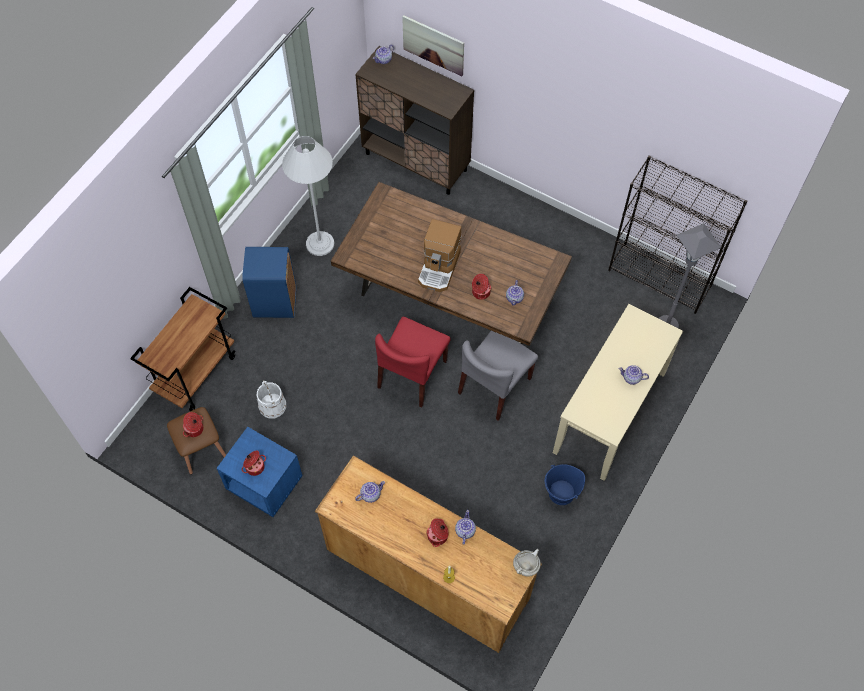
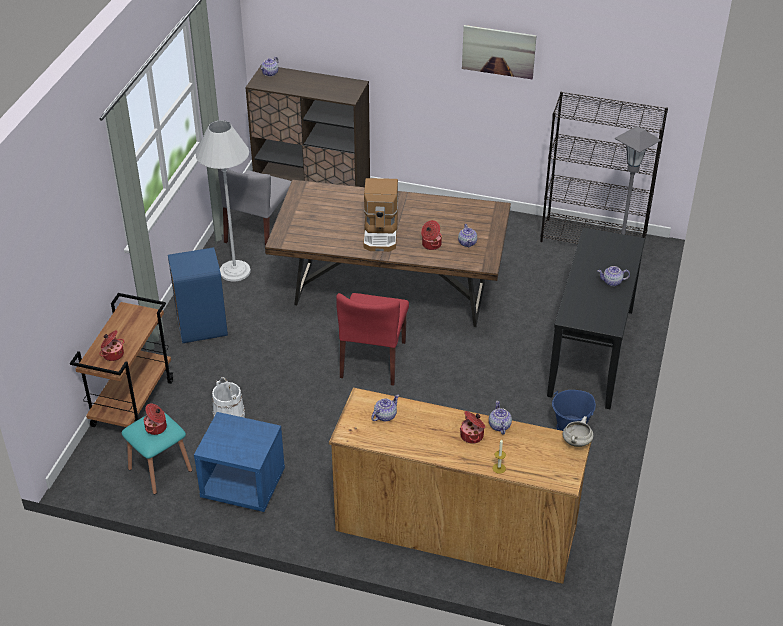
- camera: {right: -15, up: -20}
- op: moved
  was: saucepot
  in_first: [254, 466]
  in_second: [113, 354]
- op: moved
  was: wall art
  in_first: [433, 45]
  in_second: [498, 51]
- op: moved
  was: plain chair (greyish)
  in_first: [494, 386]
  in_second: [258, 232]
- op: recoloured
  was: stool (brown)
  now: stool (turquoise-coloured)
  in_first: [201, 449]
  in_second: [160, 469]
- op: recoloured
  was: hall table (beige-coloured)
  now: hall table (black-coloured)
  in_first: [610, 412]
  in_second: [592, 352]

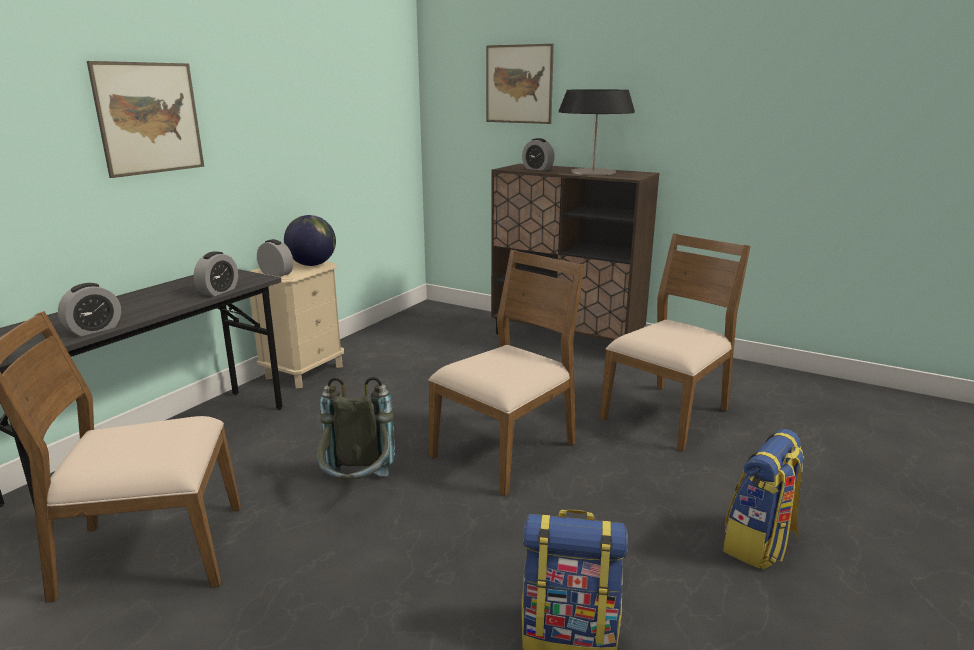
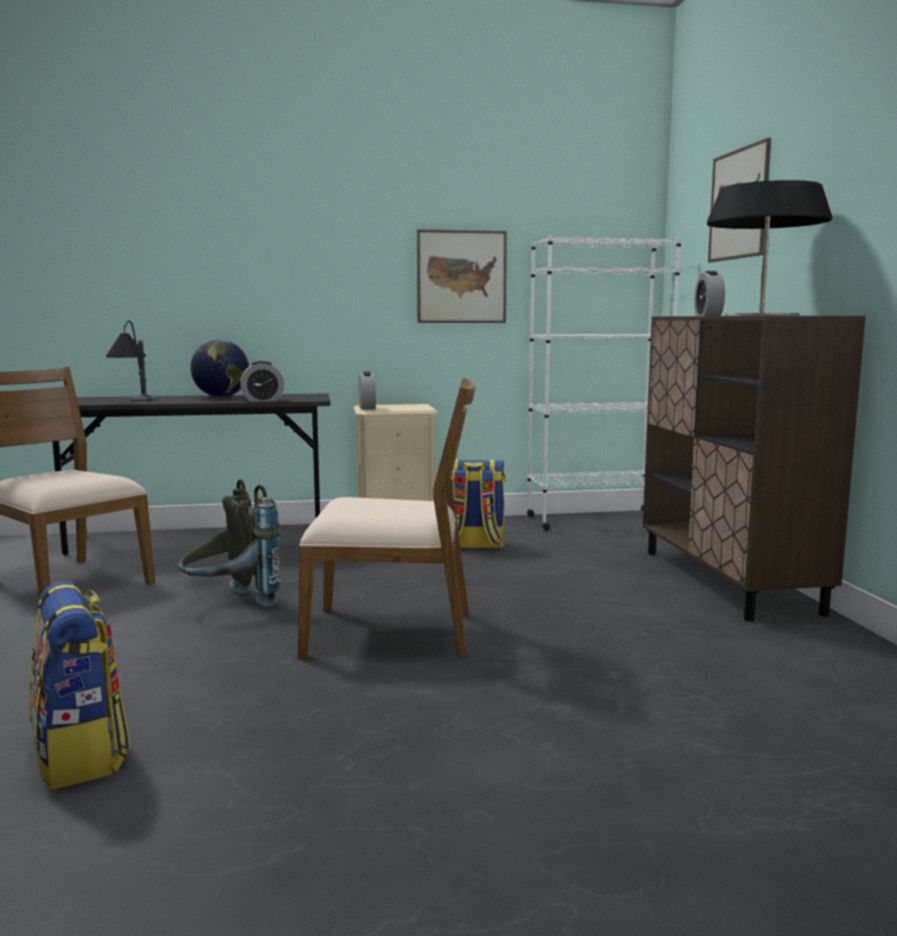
- camera: {right: 50, up: -10}
- op: removed
  was: plain chair (brown)
  in_first: [668, 414]
- op: added
  now: bookshelf (white-coloured)
  in_second: [595, 520]
- op: moved
  was: wall art
  in_first: [149, 118]
  in_second: [461, 277]
- op: moved
  was: desk globe
  in_first: [312, 265]
  in_second: [221, 397]
- op: moved
  was: knapsack
  in_first: [759, 544]
  in_second: [472, 545]
- op: replaced
  was: alarm clock
  now: lamp for a table
  in_first: [94, 329]
  in_second: [135, 402]

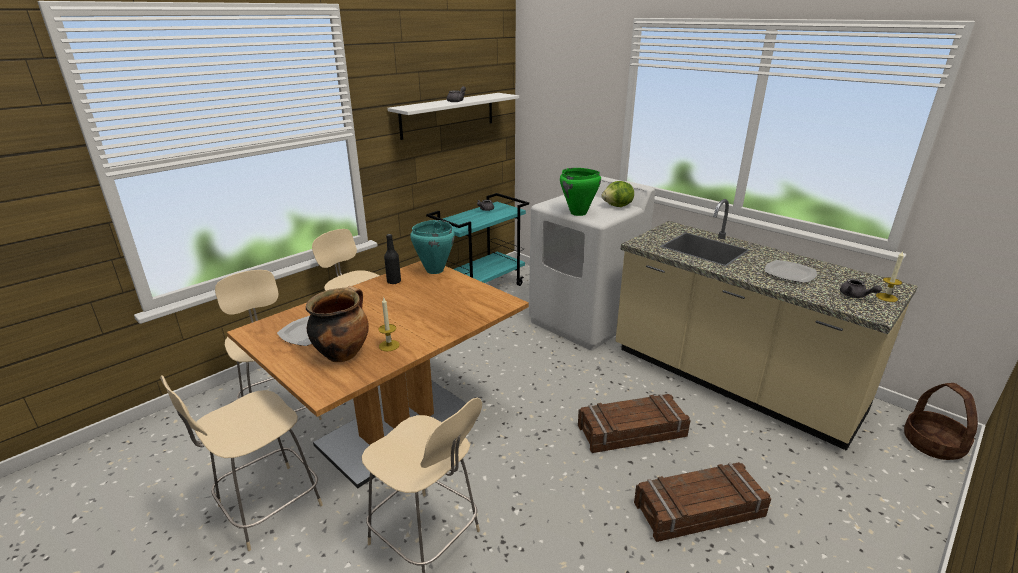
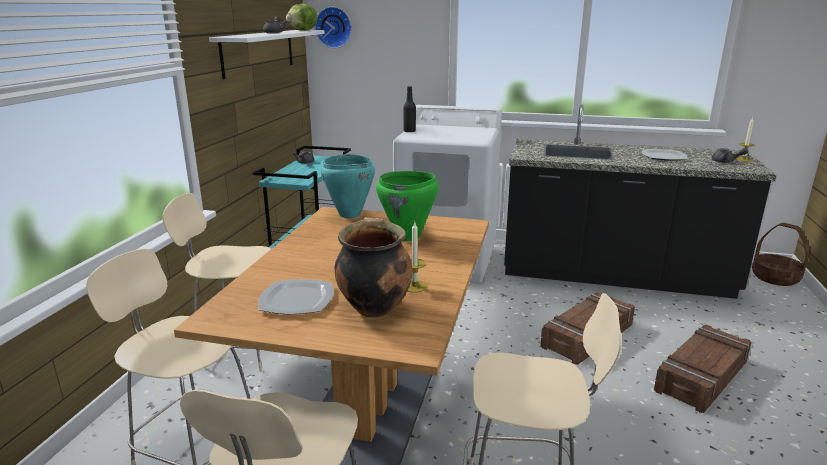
- camera: {right: -30, up: -5}
- op: added
  now: wall clock
  in_second: [334, 27]
- op: moved
  was: bottle (black-coloured)
  in_first: [394, 281]
  in_second: [409, 131]
- op: moved
  was: saucepot (green)
  in_first: [578, 213]
  in_second: [408, 237]
- op: moved
  was: head of lettuce
  in_first: [617, 206]
  in_second: [303, 30]
- op: recoloured
  was: counter (beige-coloured)
  now: counter (black-coloured)
  in_first: [731, 381]
  in_second: [614, 275]

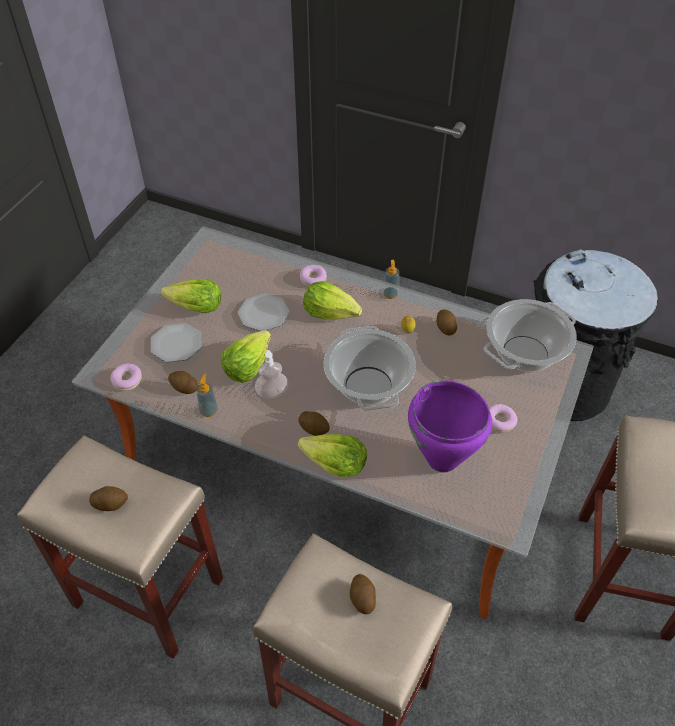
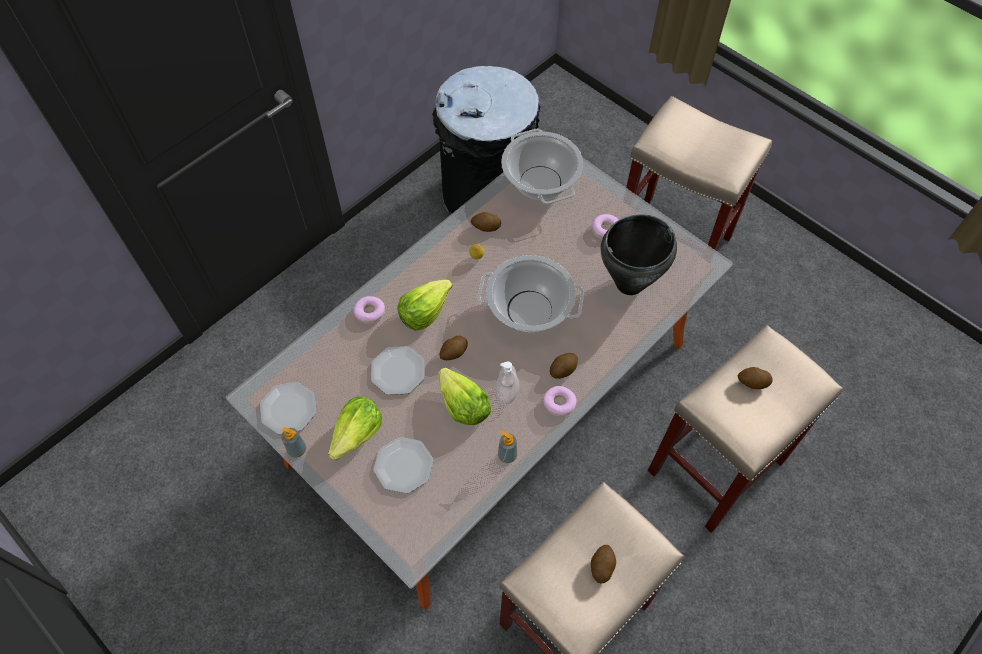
- camera: {right: -70, up: 10}
- op: removed
  was: head of lettuce
  in_first: [334, 465]
- op: added
  now: flat dish
  in_second: [288, 408]
- op: moved
  was: doughnut
  in_first: [127, 380]
  in_second: [559, 403]
- op: moved
  was: whole potato
  in_first: [184, 388]
  in_second: [453, 353]
- op: moved
  was: soap dispenser
  in_first: [390, 294]
  in_second: [297, 449]
- op: recoloured
  was: saucepot (purple)
  now: saucepot (black-coloured)
  in_first: [442, 460]
  in_second: [630, 284]

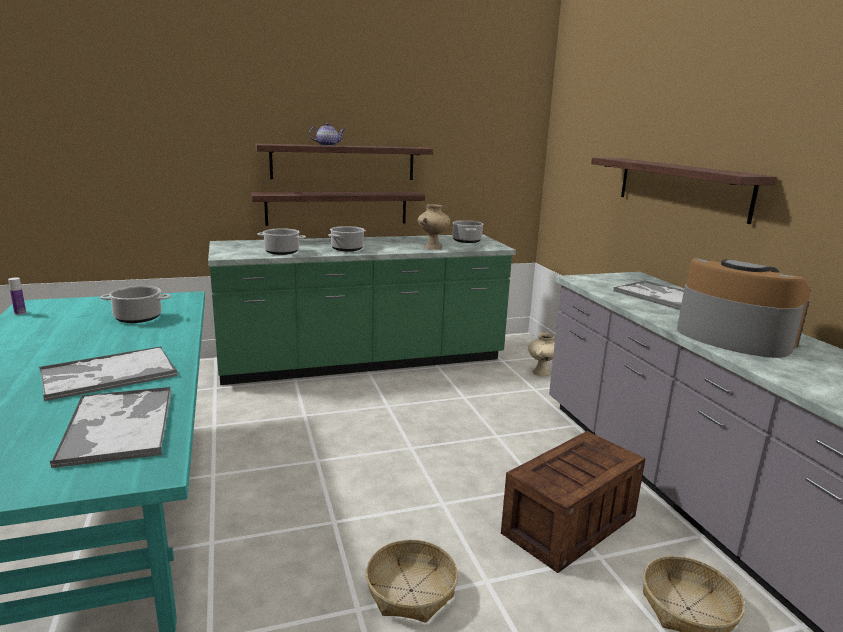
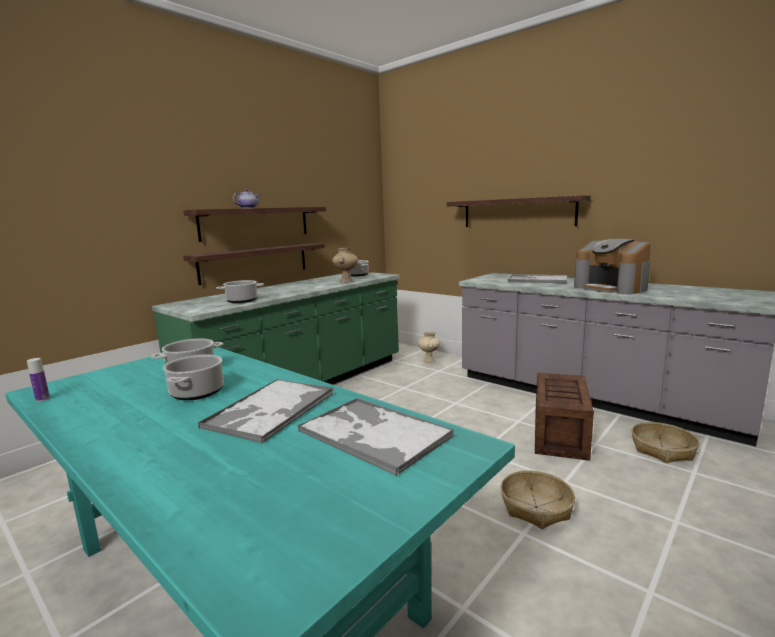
- camera: {right: -30, up: -5}
- op: moved
  was: saucepot
  in_first: [347, 248]
  in_second: [197, 392]
- op: turned
  was: coffee brewer
  in_first: [733, 338]
  in_second: [611, 288]
  clockwise: -135

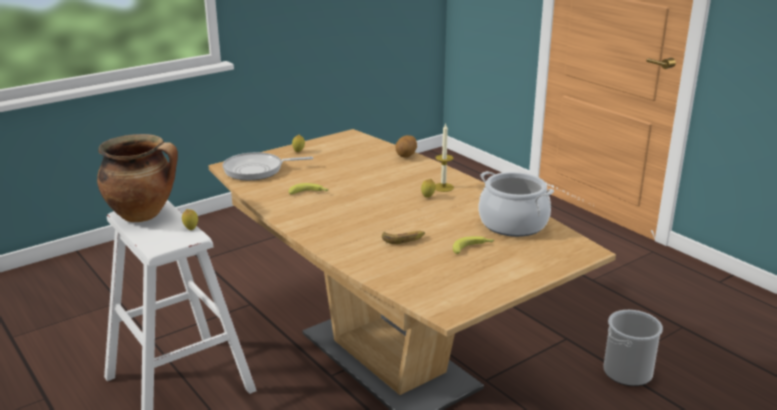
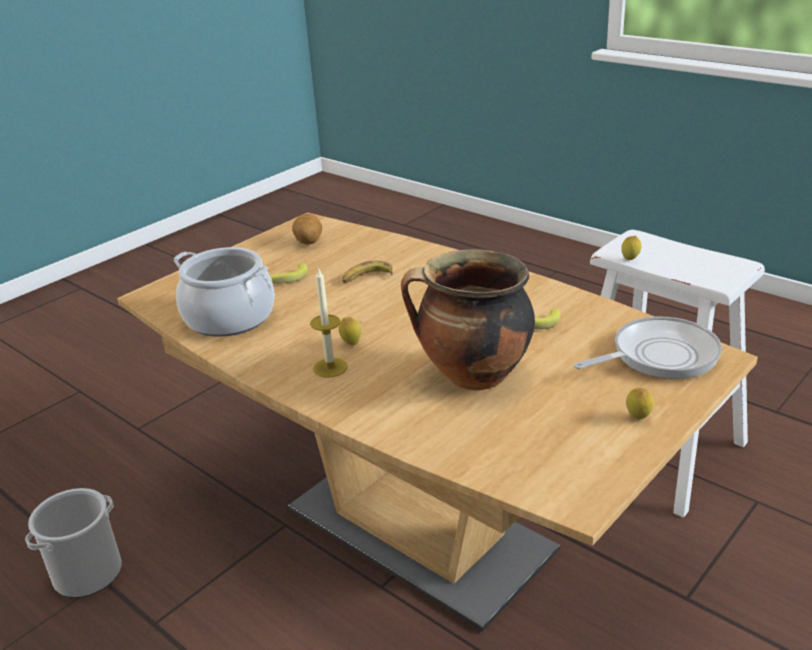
- camera: {right: 170, up: 5}
- op: moved
  was: saucepot
  in_first: [143, 215]
  in_second: [472, 377]
- op: moved
  was: whole potato
  in_first: [406, 155]
  in_second: [308, 242]

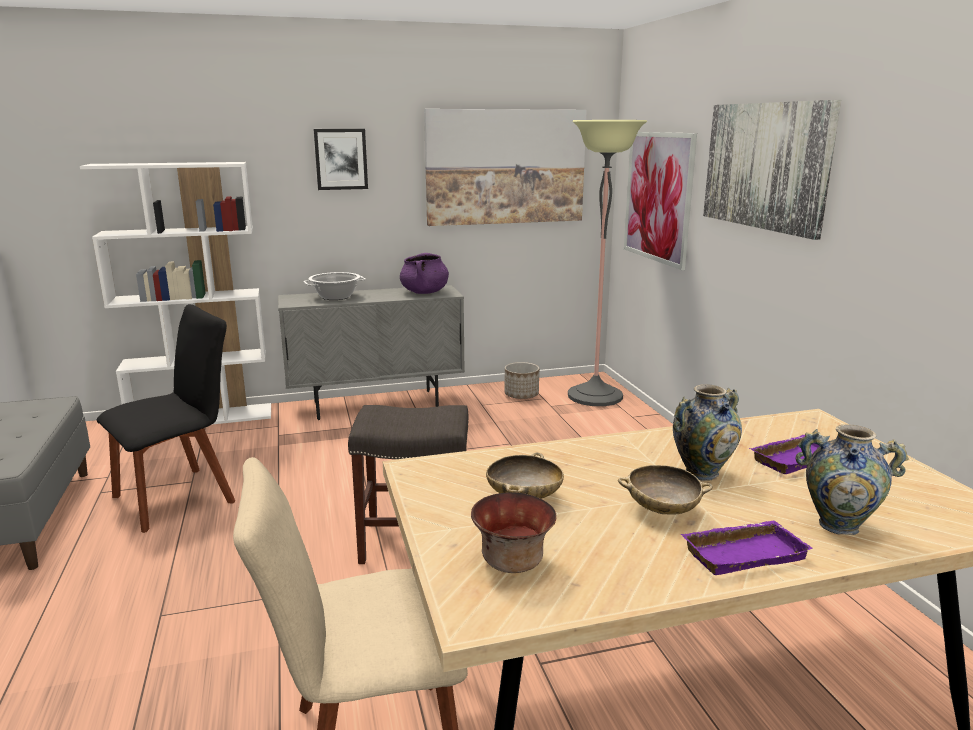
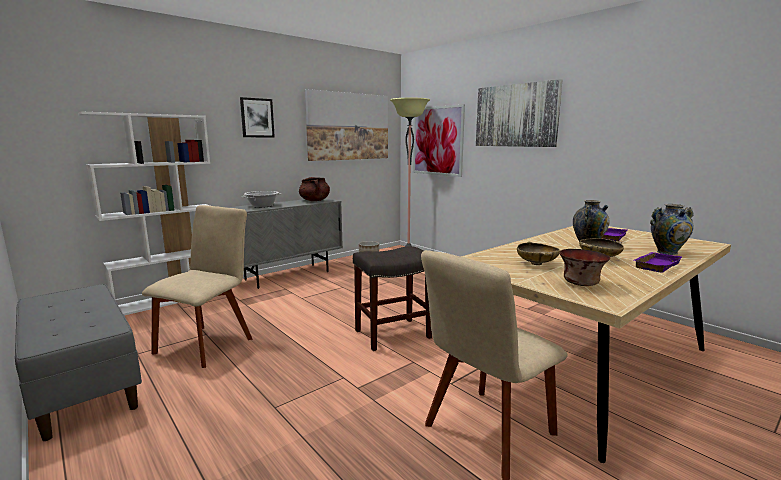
- camera: {right: -25, up: -5}
- op: recoloured
  was: plain chair (black-coloured)
  now: plain chair (beige-coloured)
  in_first: [180, 496]
  in_second: [207, 343]
- op: recoloured
  was: saucepot (purple)
  now: saucepot (brown)
  in_first: [424, 292]
  in_second: [315, 201]

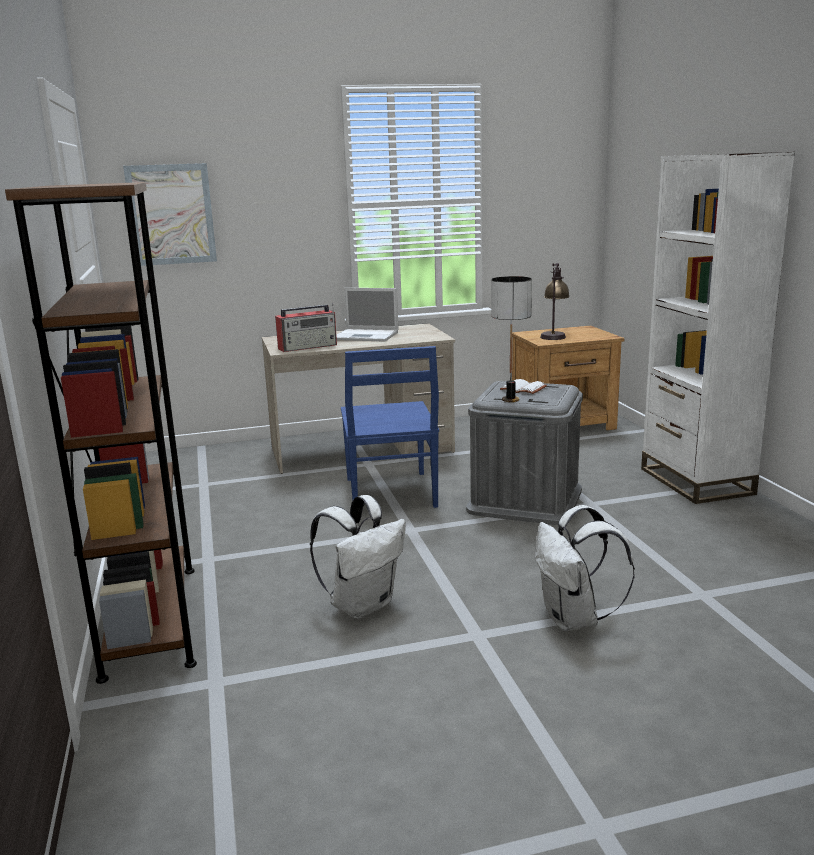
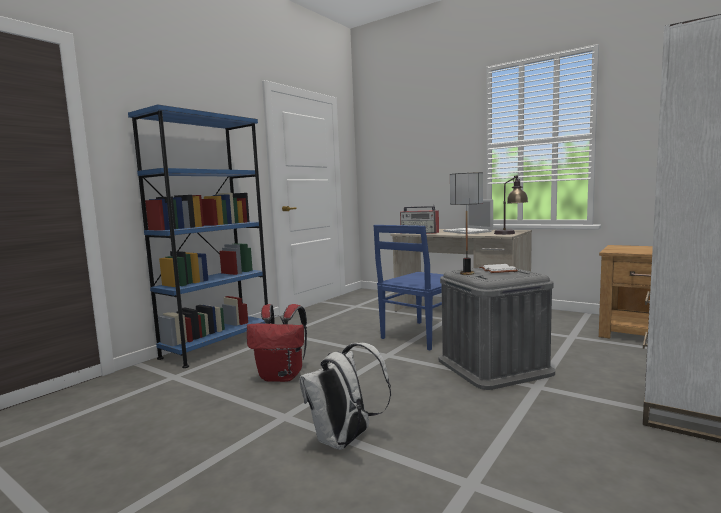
- camera: {right: 50, up: -10}
- op: removed
  was: wall art
  in_first: [171, 214]
- op: moved
  was: lamp for a table
  in_first: [554, 335]
  in_second: [510, 233]
- op: recoloured
  was: bookshelf (brown)
  now: bookshelf (blue)
  in_first: [151, 619]
  in_second: [217, 346]
- op: recoloured
  was: knapsack (white-coloured)
  now: knapsack (reddish)
  in_first: [362, 605]
  in_second: [282, 376]

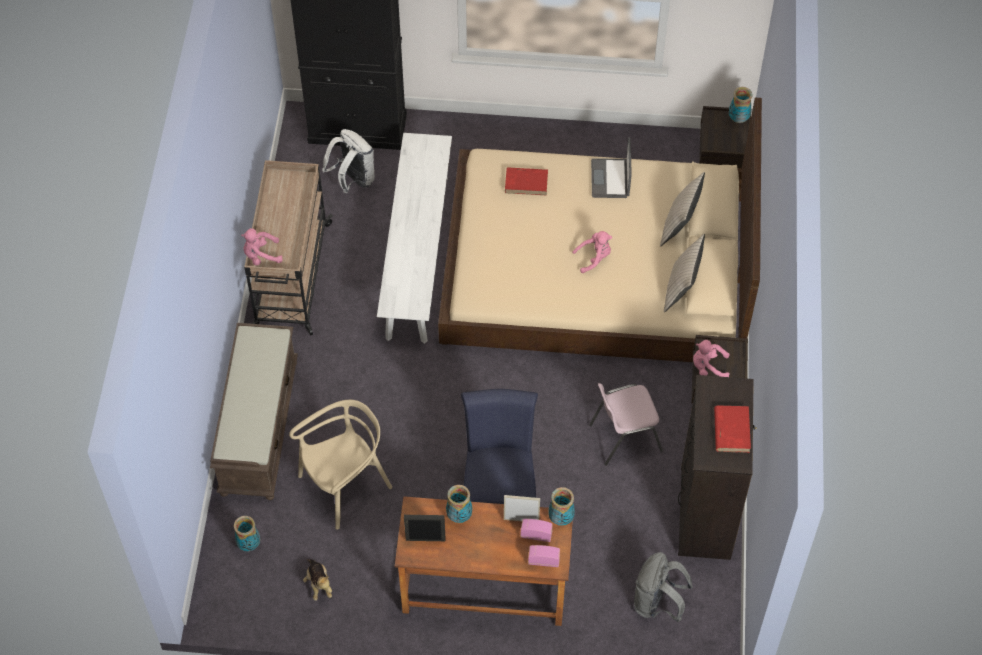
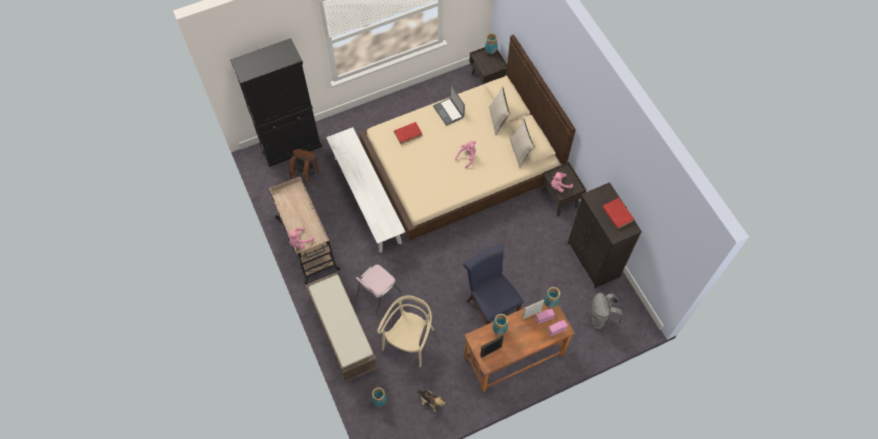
- camera: {right: -30, up: 5}
- op: moved
  was: plain chair (pink-coloured)
  in_first: [624, 437]
  in_second: [378, 294]
- op: recoloured
  was: knapsack (white-coloured)
  now: knapsack (brown)
  in_first: [353, 180]
  in_second: [306, 175]

